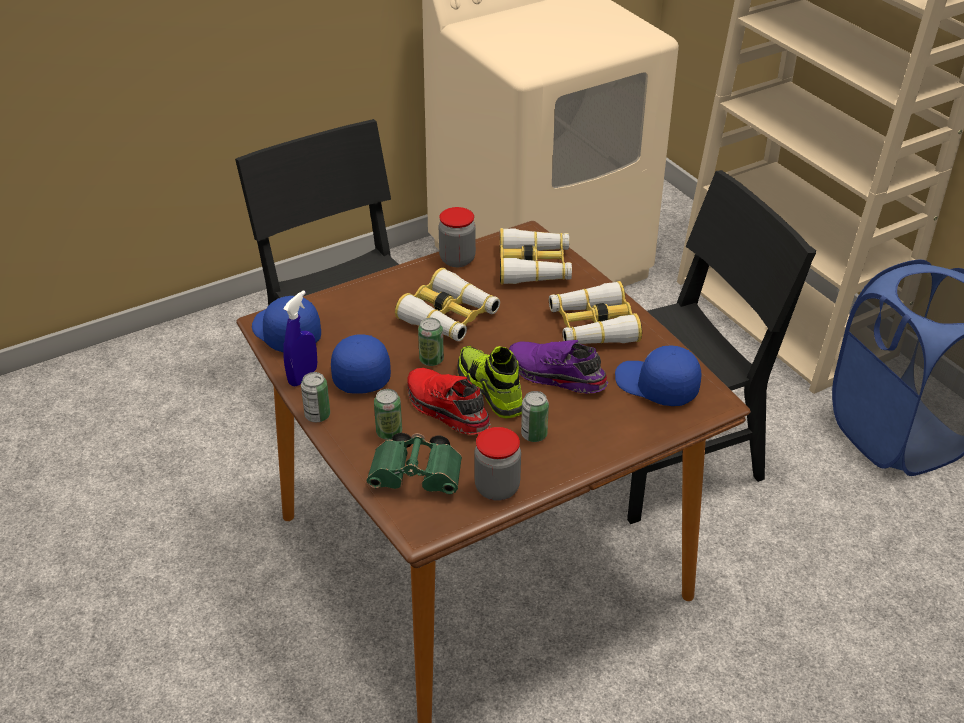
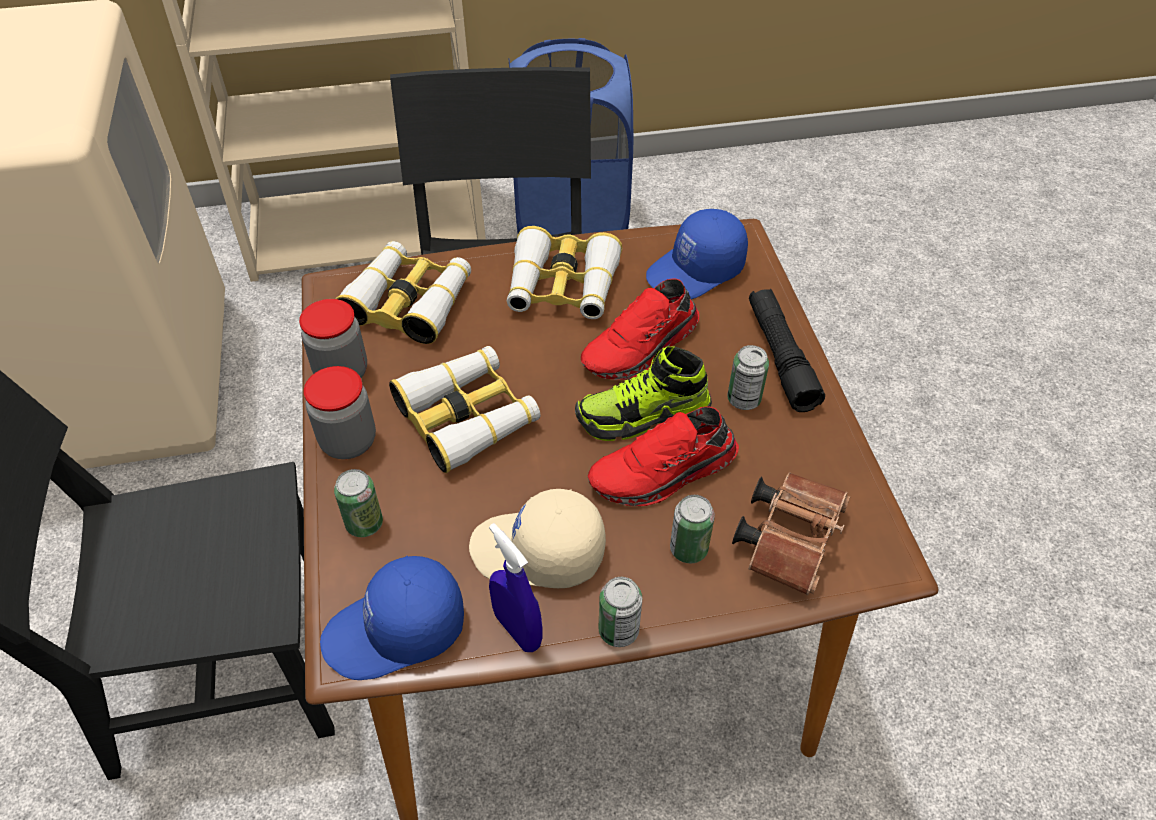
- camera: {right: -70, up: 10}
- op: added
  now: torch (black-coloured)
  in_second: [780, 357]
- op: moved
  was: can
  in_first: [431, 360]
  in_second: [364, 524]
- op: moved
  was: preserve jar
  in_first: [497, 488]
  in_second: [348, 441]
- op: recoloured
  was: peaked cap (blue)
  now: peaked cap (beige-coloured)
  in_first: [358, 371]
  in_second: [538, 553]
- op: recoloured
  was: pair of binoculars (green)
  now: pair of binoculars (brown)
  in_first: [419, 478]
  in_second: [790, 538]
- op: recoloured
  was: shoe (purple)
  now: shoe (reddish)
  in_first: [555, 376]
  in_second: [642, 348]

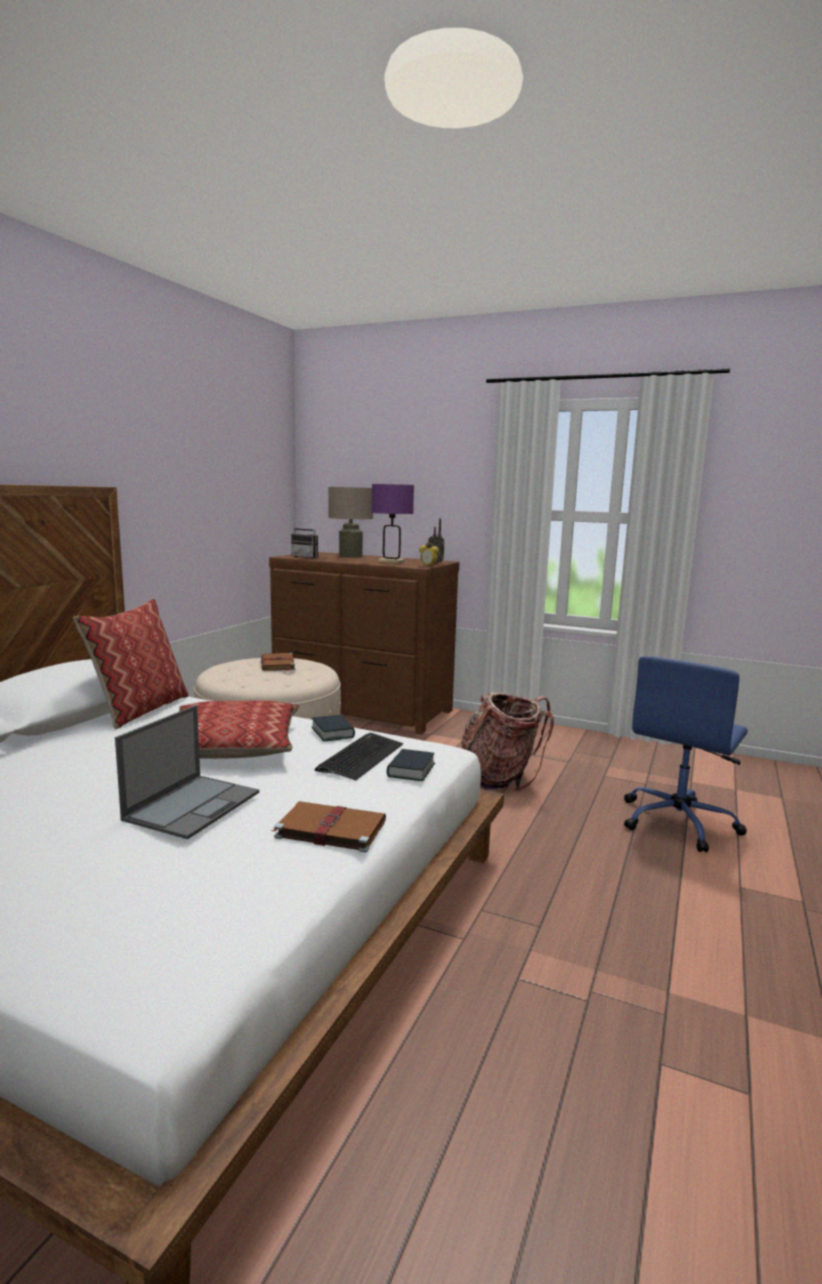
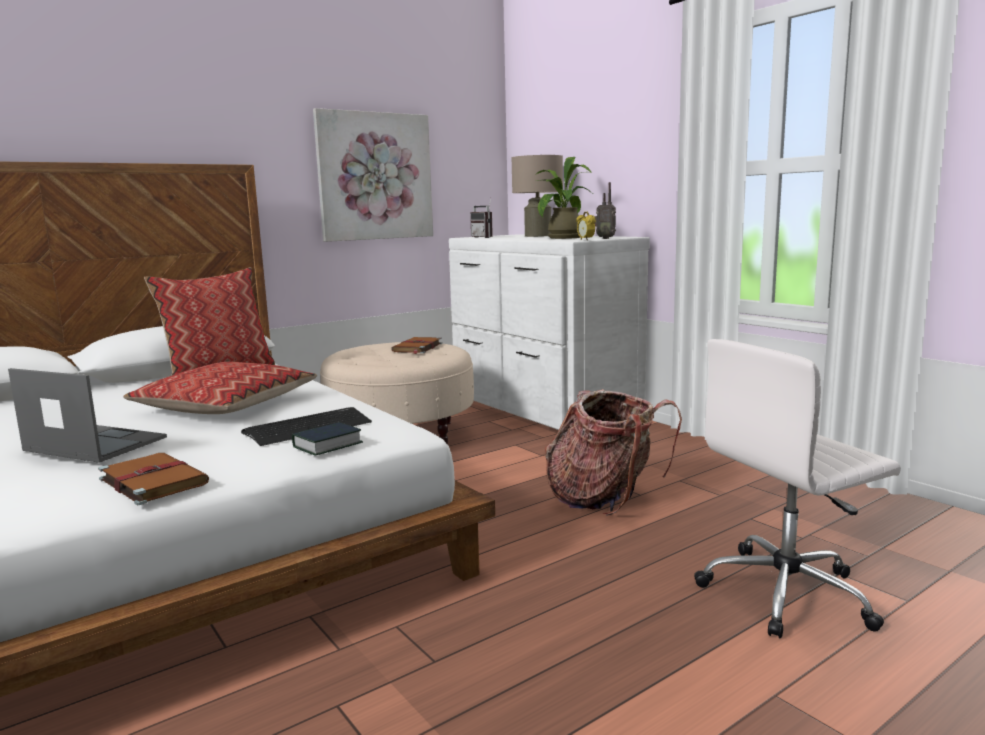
- camera: {right: 30, up: 0}
- op: removed
  was: bound book
  in_first: [332, 732]
- op: added
  now: wall art
  in_second: [375, 176]
- op: replaced
  was: lamp for a table (purple)
  now: plant in a pot
  in_first: [391, 561]
  in_second: [562, 238]
- op: recoloured
  was: dresser (brown)
  now: dresser (white-coloured)
  in_first: [361, 709]
  in_second: [541, 411]
- op: recoloured
  was: desk chair (blue)
  now: desk chair (white-coloured)
  in_first: [678, 822]
  in_second: [788, 593]
- op: turned
  was: portable computer
  in_first: [193, 805]
  in_second: [94, 444]
  clockwise: -120

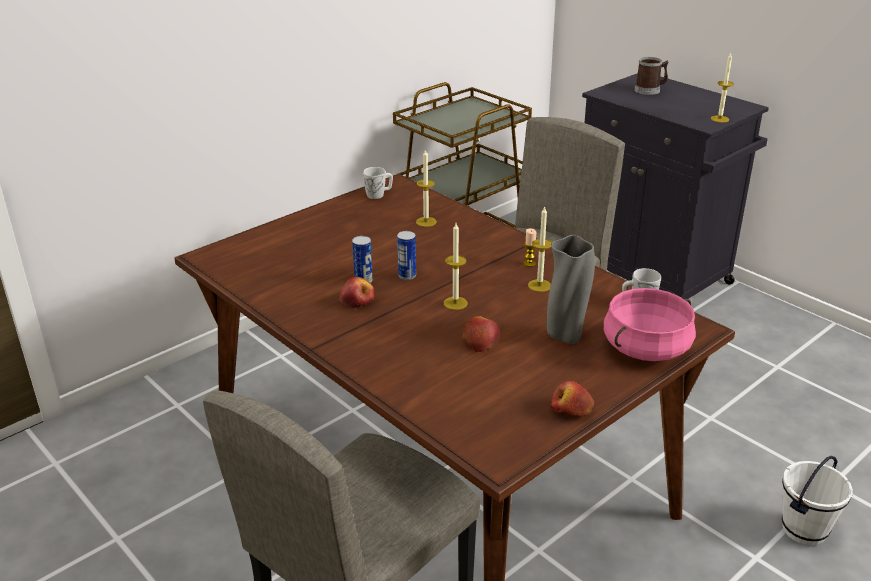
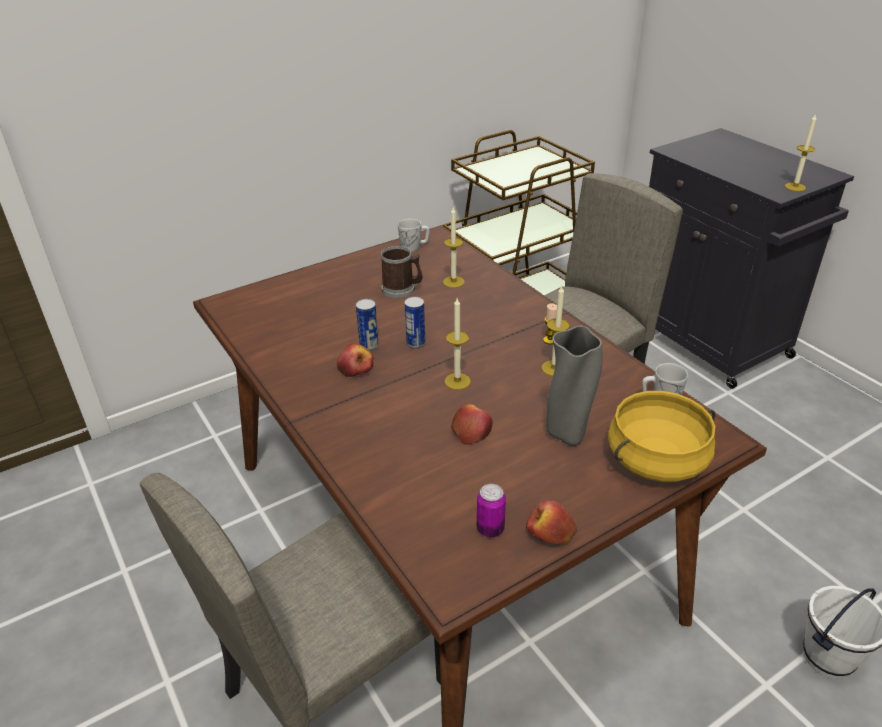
- camera: {right: 10, up: 5}
- op: added
  now: can
  in_second: [490, 529]
- op: moved
  was: tea mug
  in_first: [650, 90]
  in_second: [402, 289]
- op: recoloured
  was: saucepot (pink-coloured)
  now: saucepot (yellowish)
  in_first: [646, 348]
  in_second: [657, 460]

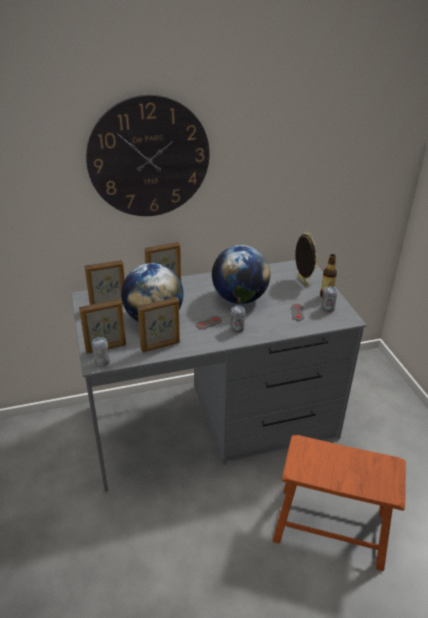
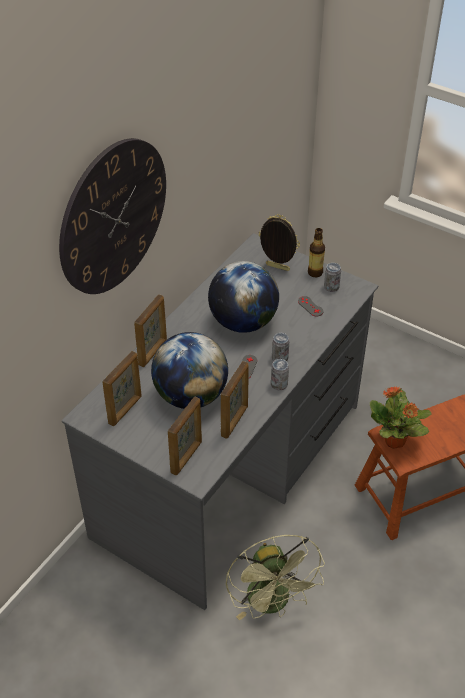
- camera: {right: -40, up: 10}
- op: added
  now: fan (green)
  in_second: [273, 603]
- op: added
  now: plant in a pot
  in_second: [395, 441]
- op: moved
  was: can
  in_first: [102, 362]
  in_second: [279, 384]

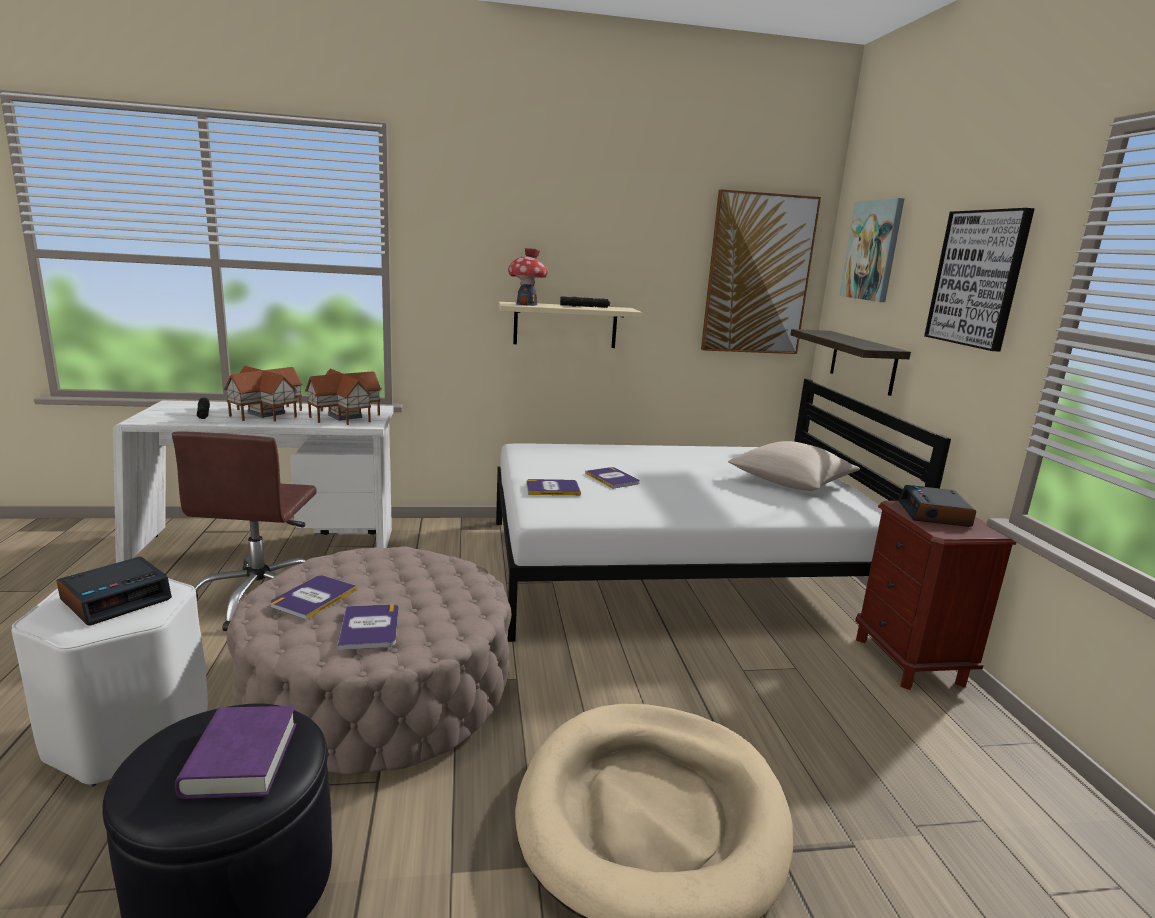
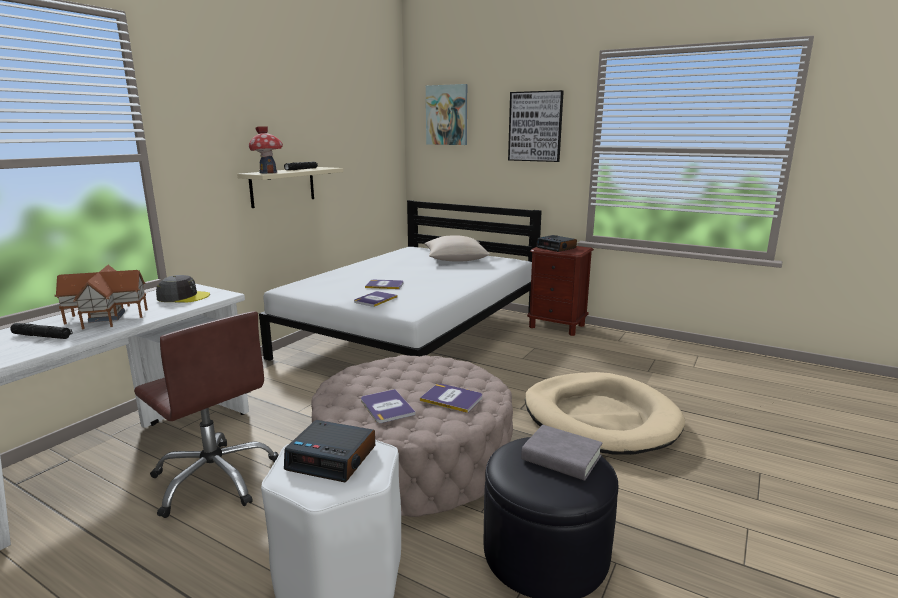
- camera: {right: -50, up: 0}
- op: removed
  was: wall art
  in_first: [758, 275]
- op: removed
  was: shelf
  in_first: [862, 362]
- op: replaced
  was: toy house
  now: peaked cap (greyish)
  in_first: [345, 416]
  in_second: [183, 297]
- op: recoloured
  was: bound book (purple)
  now: bound book (greyish)
  in_first: [241, 759]
  in_second: [561, 458]
- op: turned
  was: alarm clock
  in_first: [117, 599]
  in_second: [333, 458]
  clockwise: 120

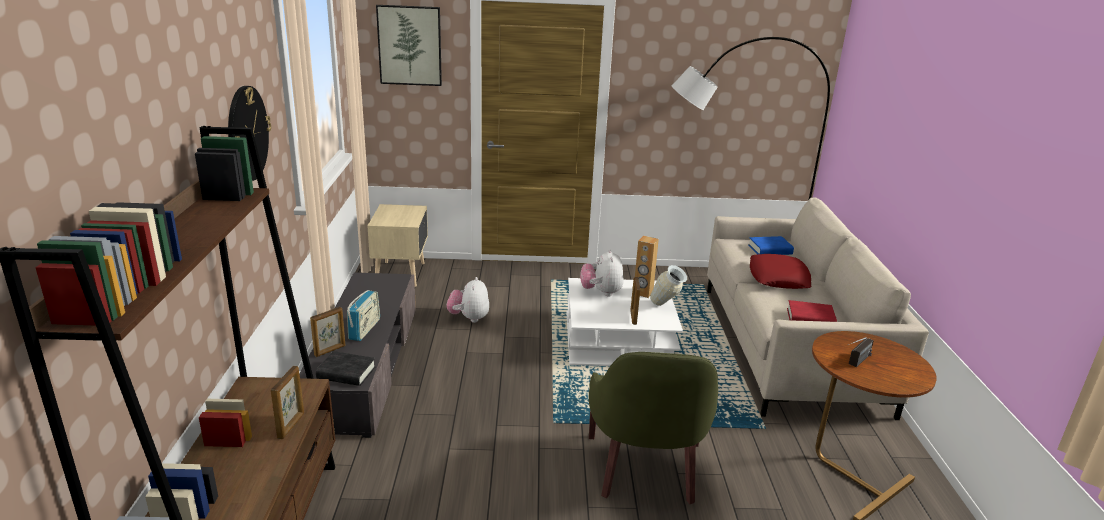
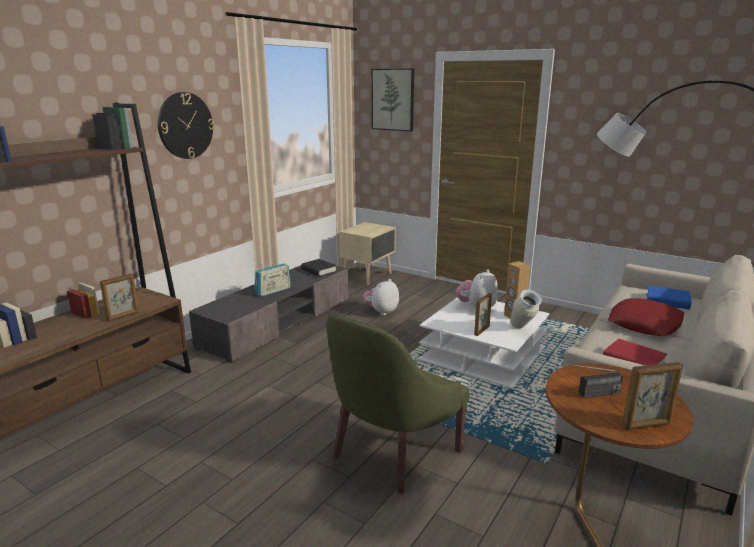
- camera: {right: 35, up: -5}
- op: moved
  was: photo frame
  in_first: [330, 351]
  in_second: [646, 425]
- op: moved
  was: bound book (black-coloured)
  in_first: [346, 373]
  in_second: [319, 270]

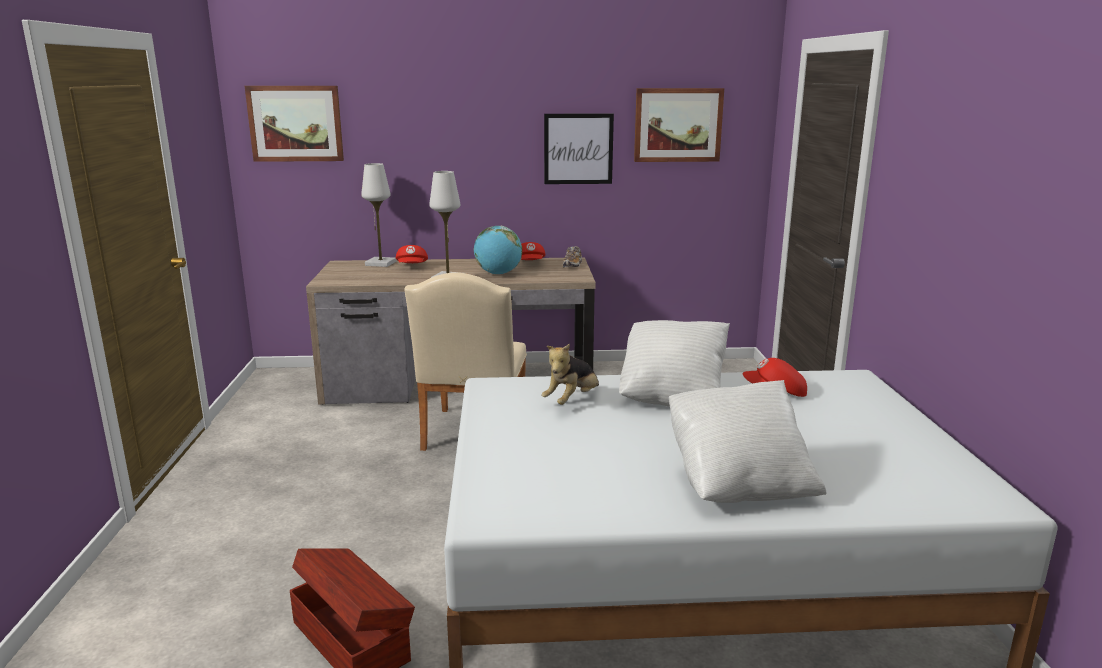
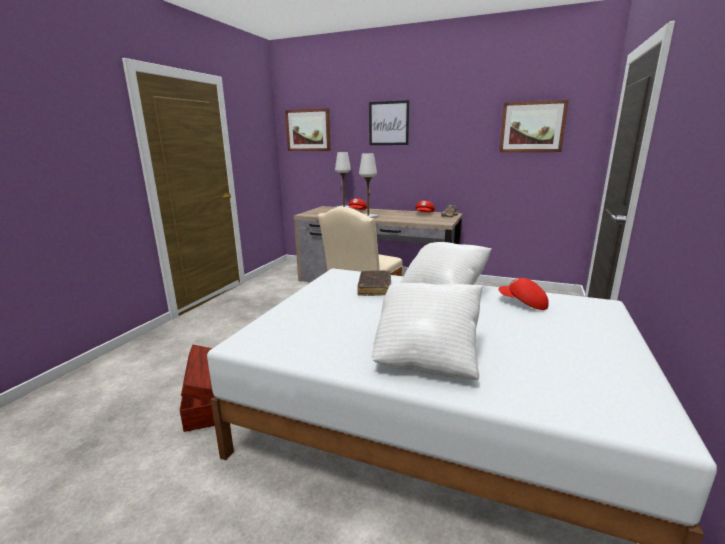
- camera: {right: 25, up: 0}
- op: removed
  was: desk globe
  in_first: [498, 274]
- op: moved
  was: wall art
  in_first: [578, 149]
  in_second: [389, 123]
- op: replaced
  was: soft toy
  now: bound book (brown)
  in_first: [572, 400]
  in_second: [374, 288]

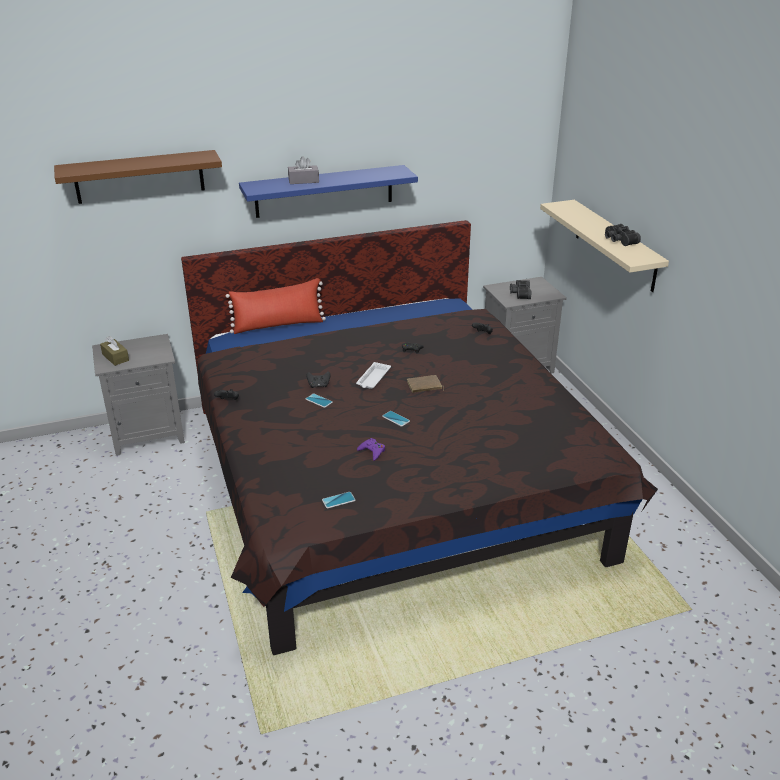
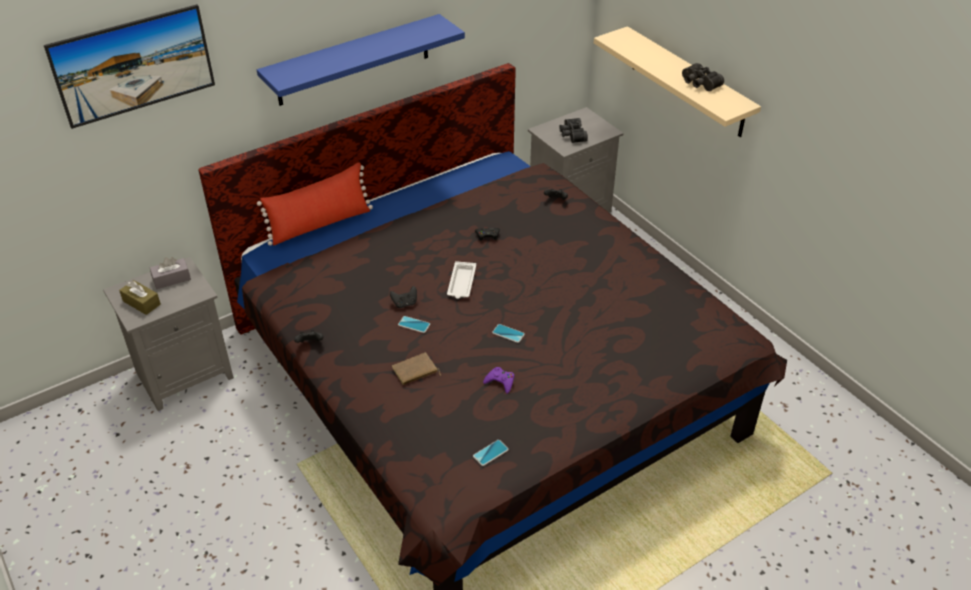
- camera: {right: -15, up: 10}
- op: moved
  was: tissue holder (greyish)
  in_first: [303, 181]
  in_second: [171, 279]
- op: moved
  was: bound book (brown)
  in_first: [424, 386]
  in_second: [415, 371]
- op: replaced
  was: shelf (brown)
  now: wall art
  in_first: [139, 177]
  in_second: [139, 85]

